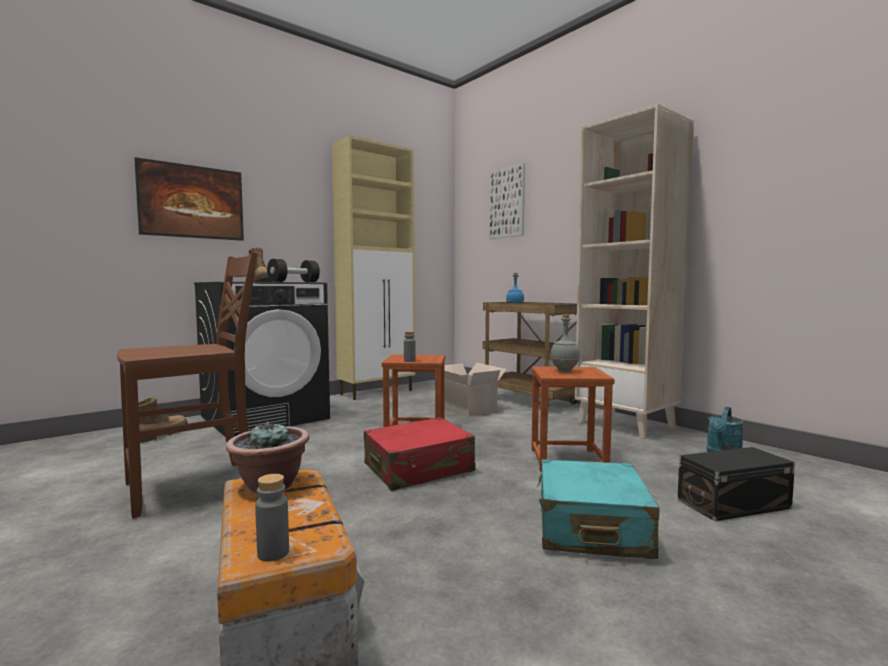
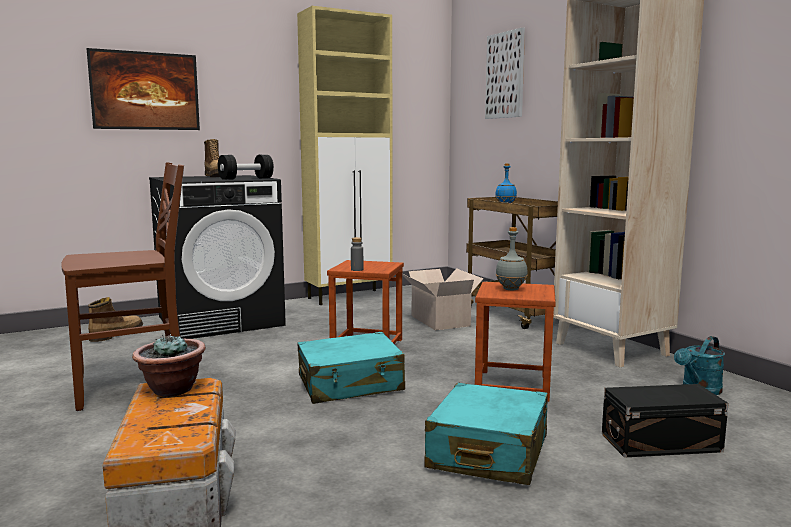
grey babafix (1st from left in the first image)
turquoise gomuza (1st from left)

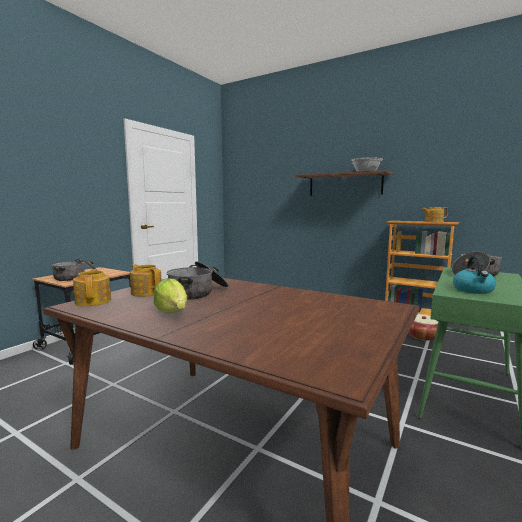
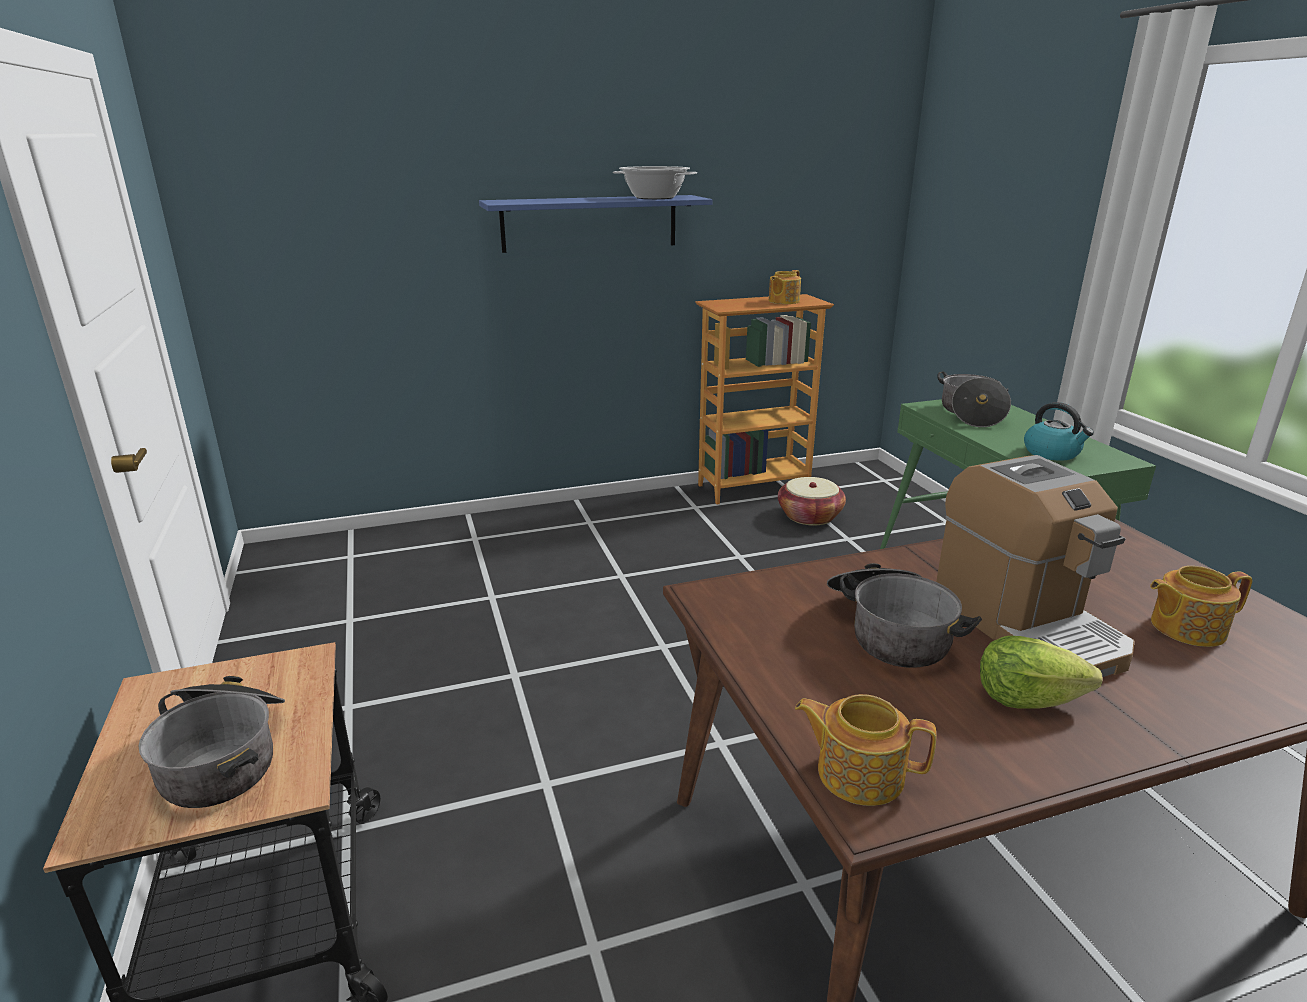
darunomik (3rd from left)
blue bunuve
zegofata

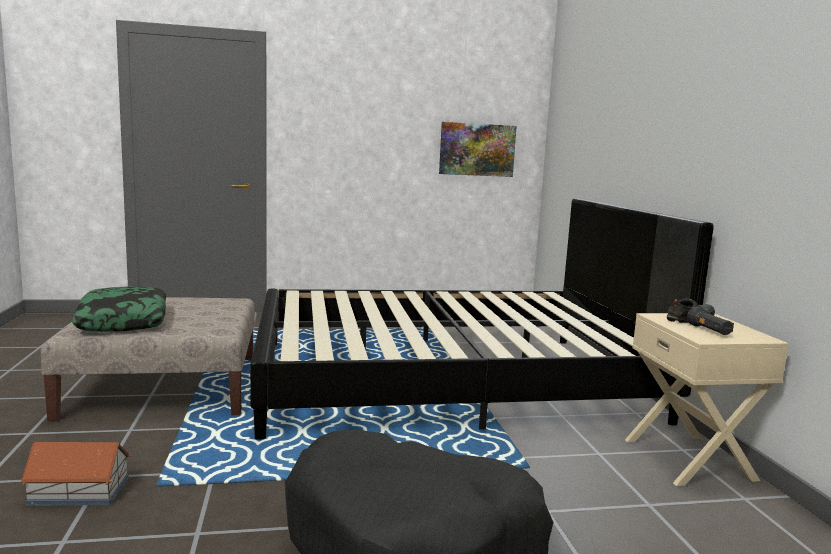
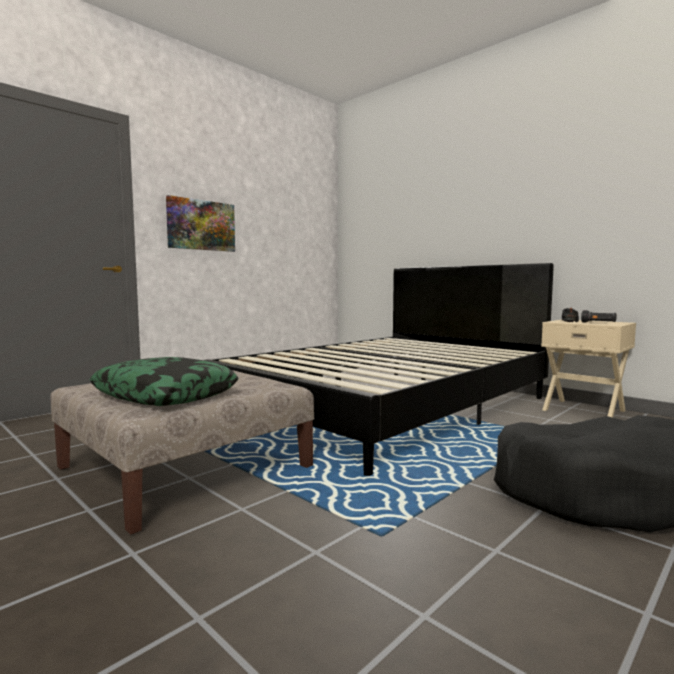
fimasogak
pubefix

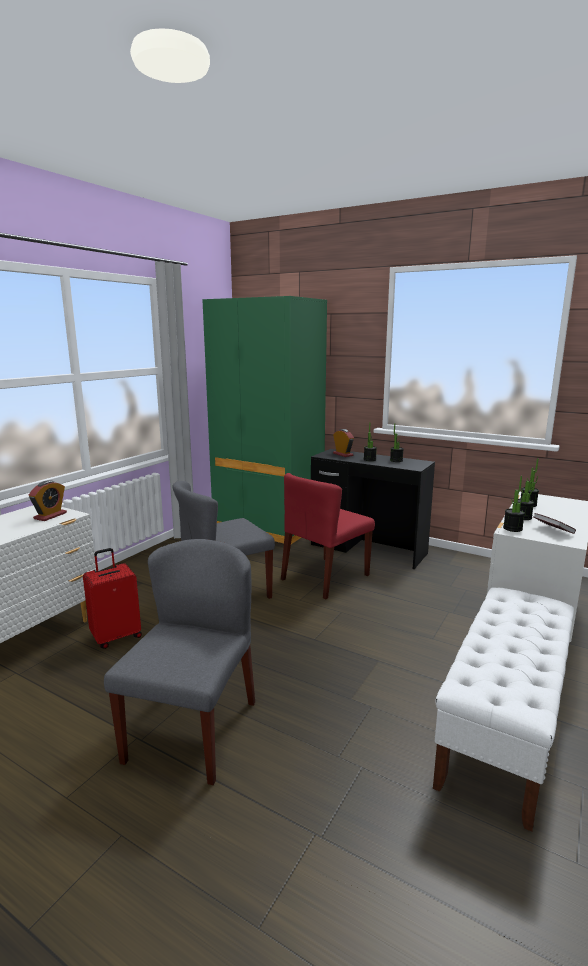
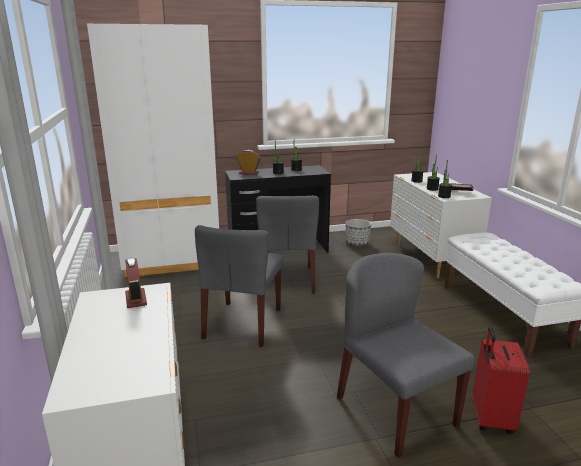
red gomuza
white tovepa
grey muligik (2nd from left)
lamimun

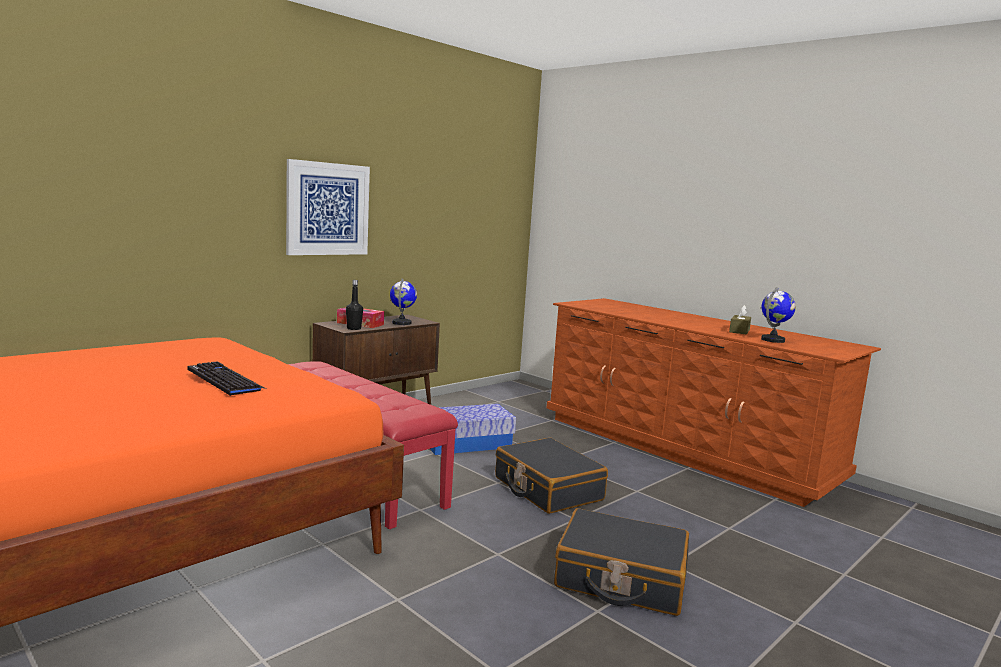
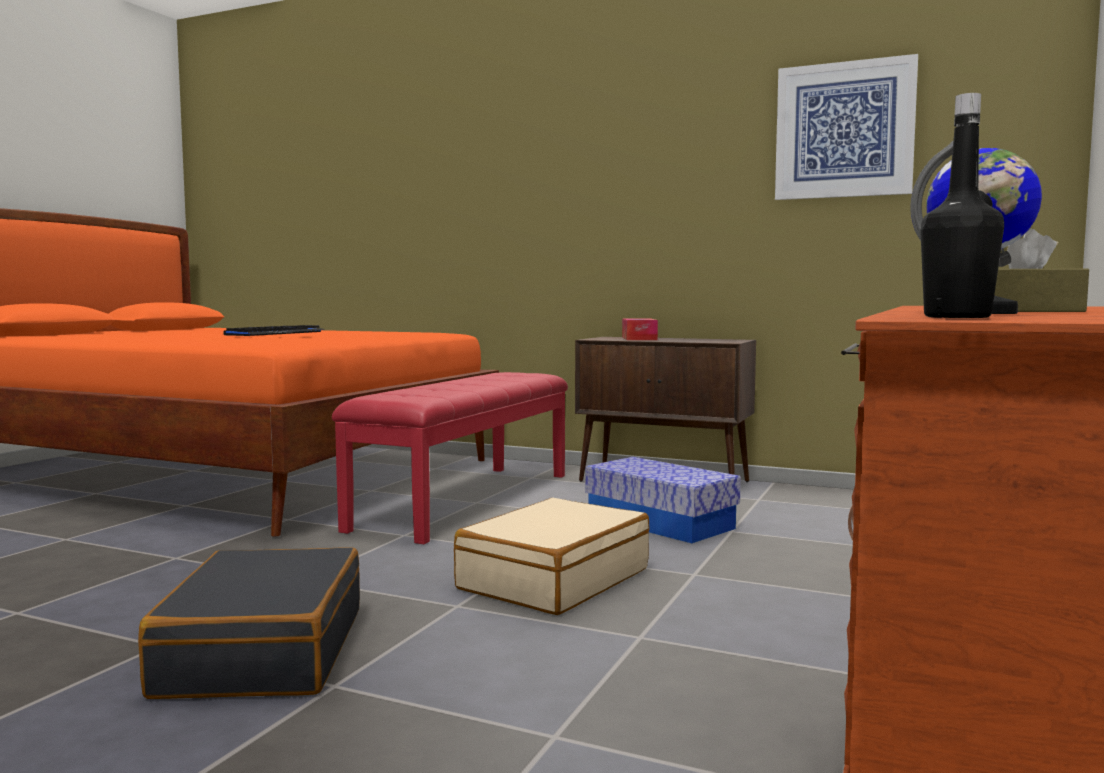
pubefix
black babafix
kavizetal (1st from left in the first image)
beige gomuza

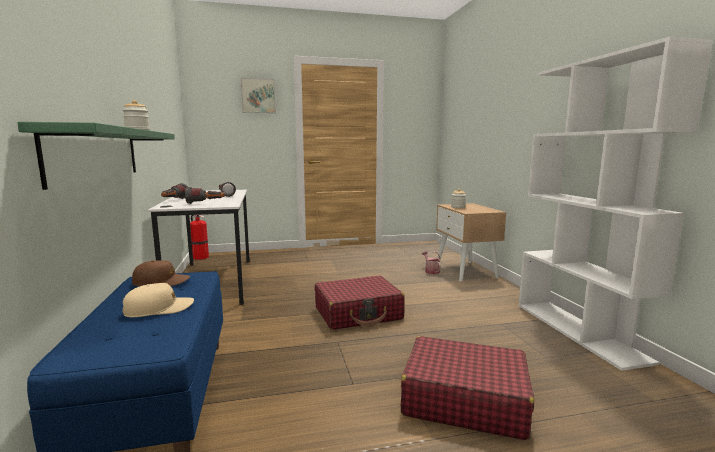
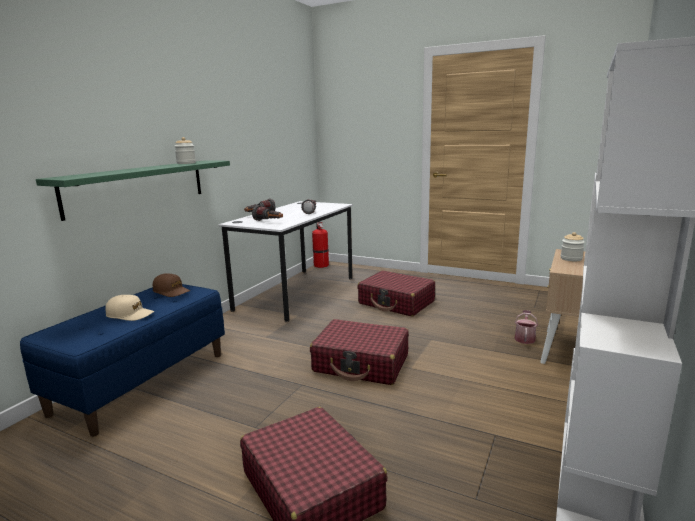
pubefix
red gomuza (3rd from left)

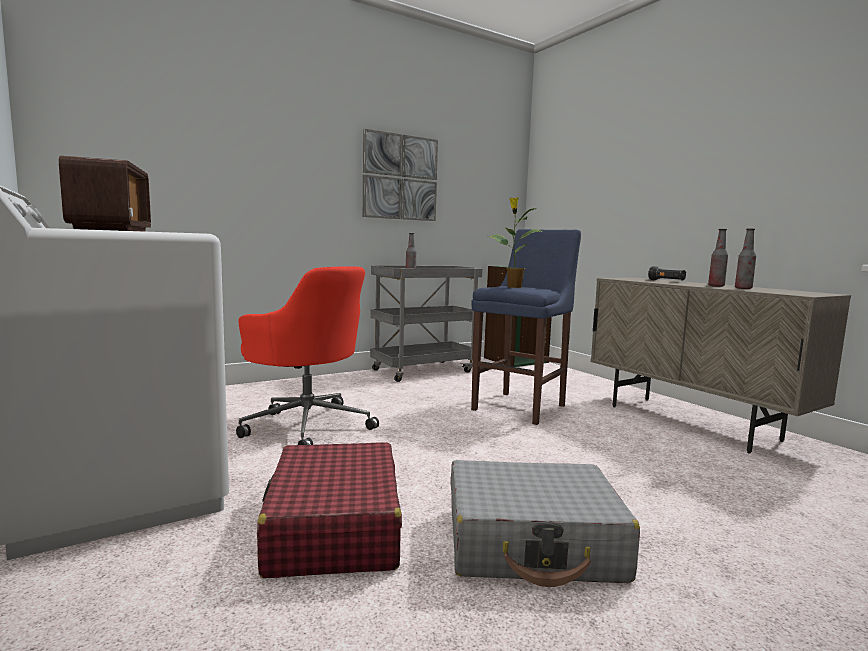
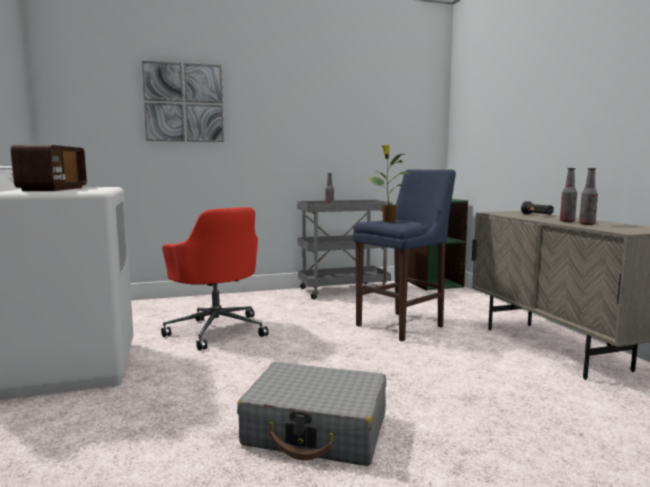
red gomuza
pubefix

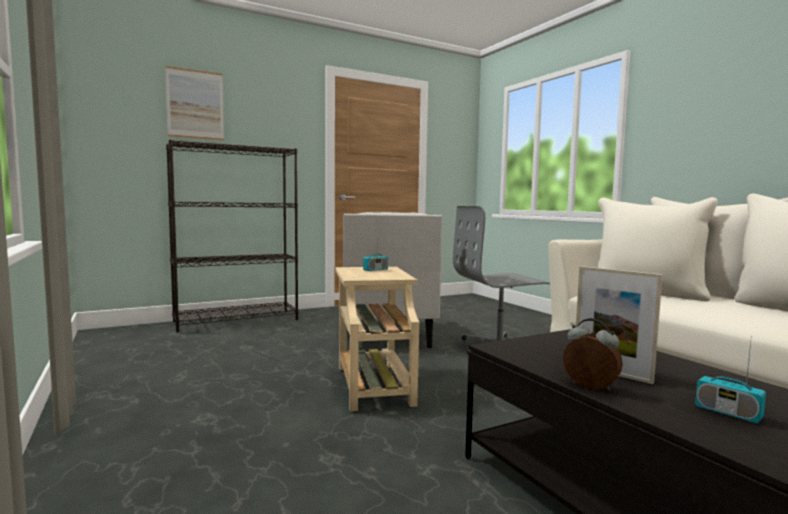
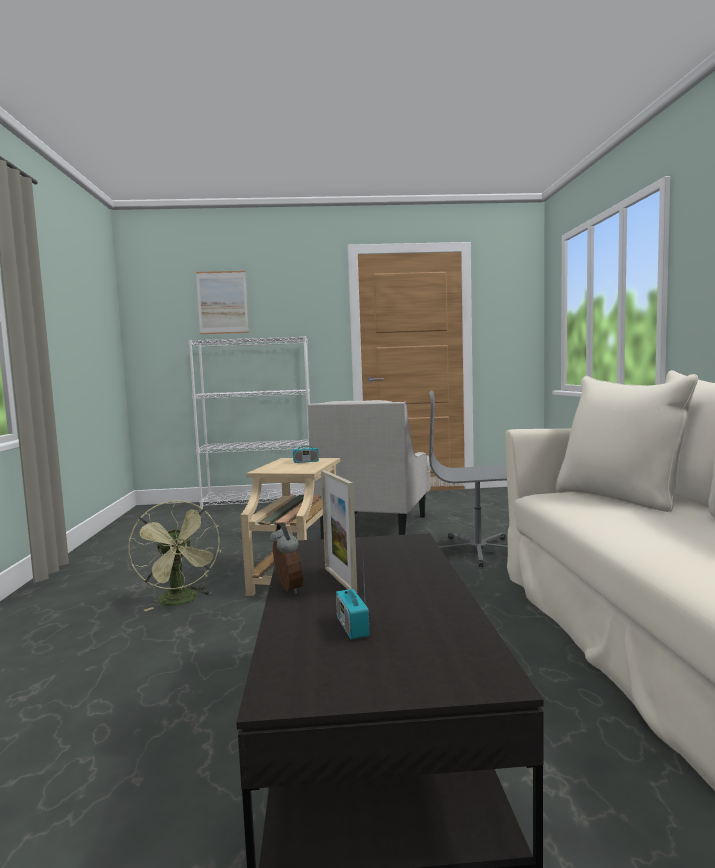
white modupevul
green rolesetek

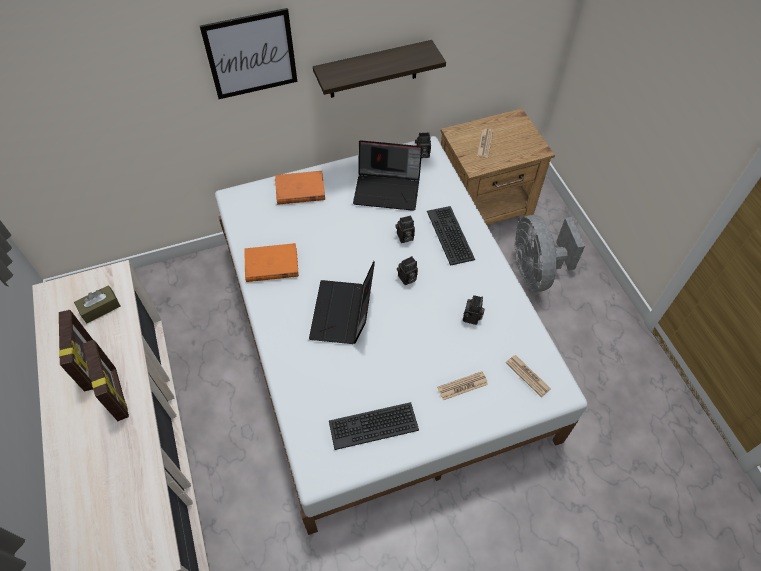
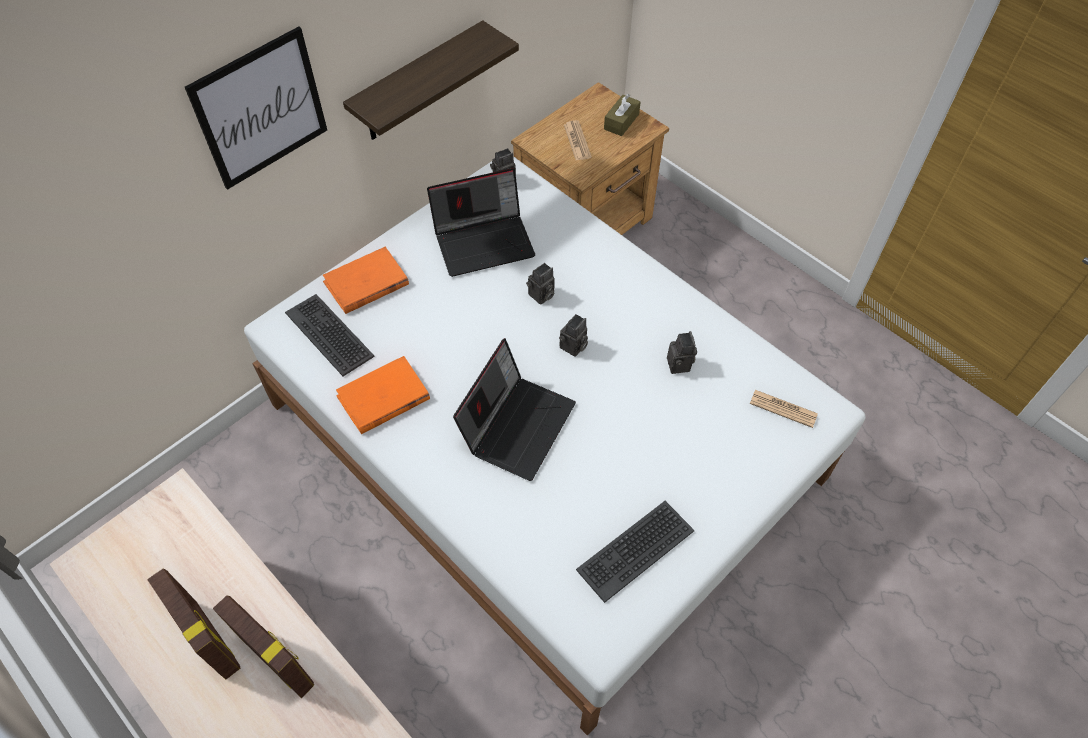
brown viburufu
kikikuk (2nd from left)
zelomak (1st from left)
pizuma (1st from left in the first image)
grey rolesetek

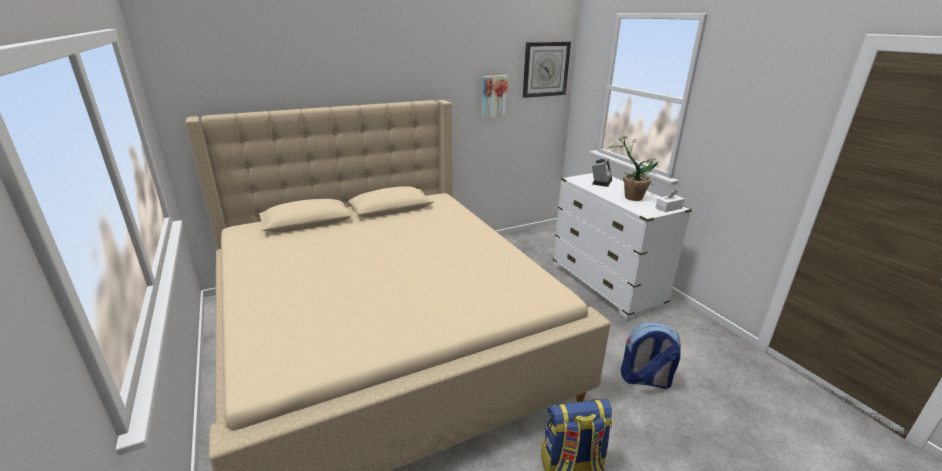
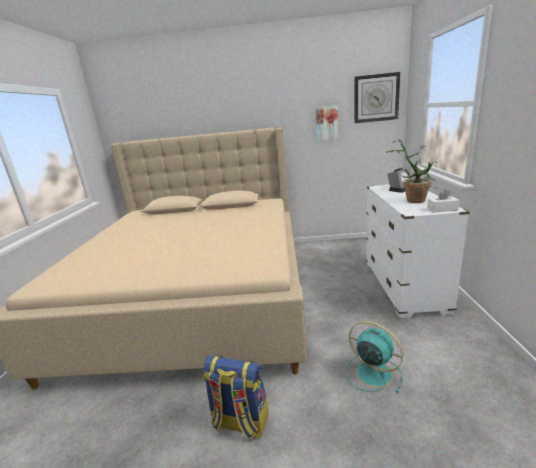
turquoise rolesetek

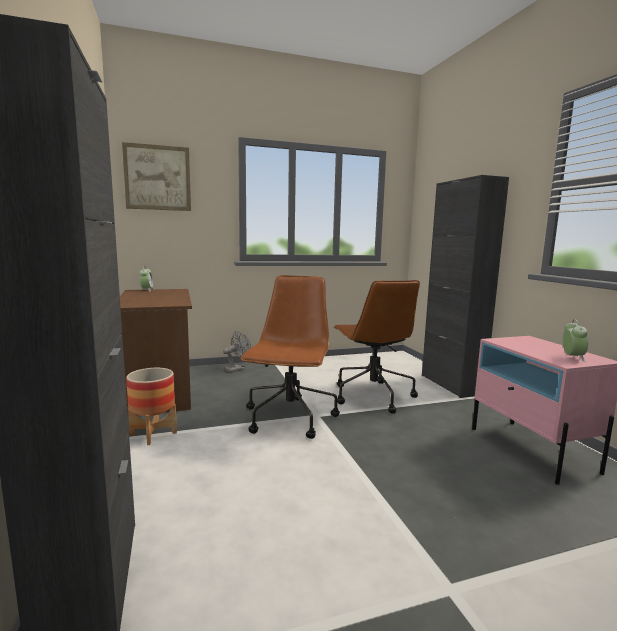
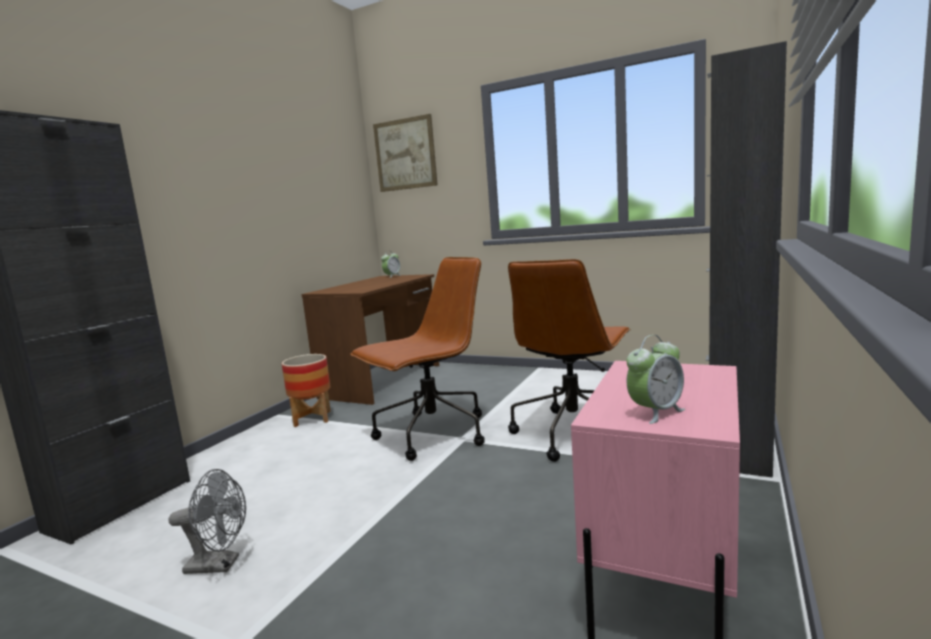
grey rolesetek

